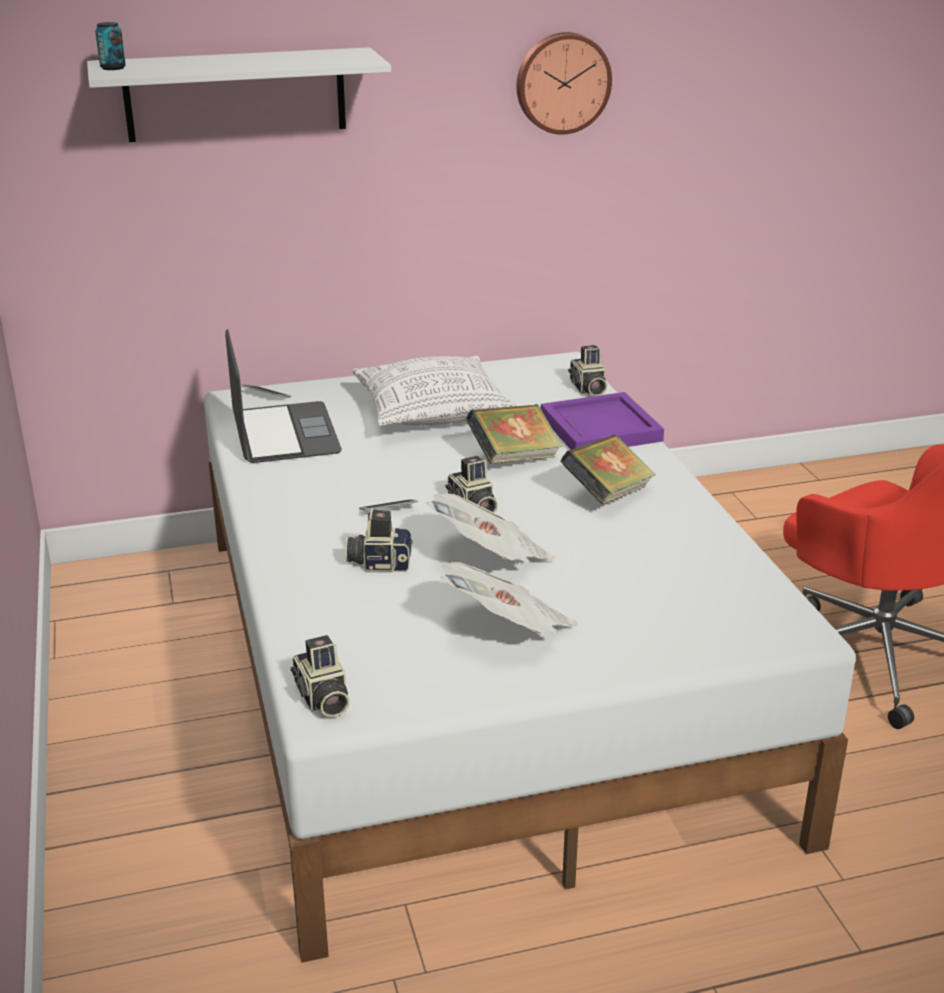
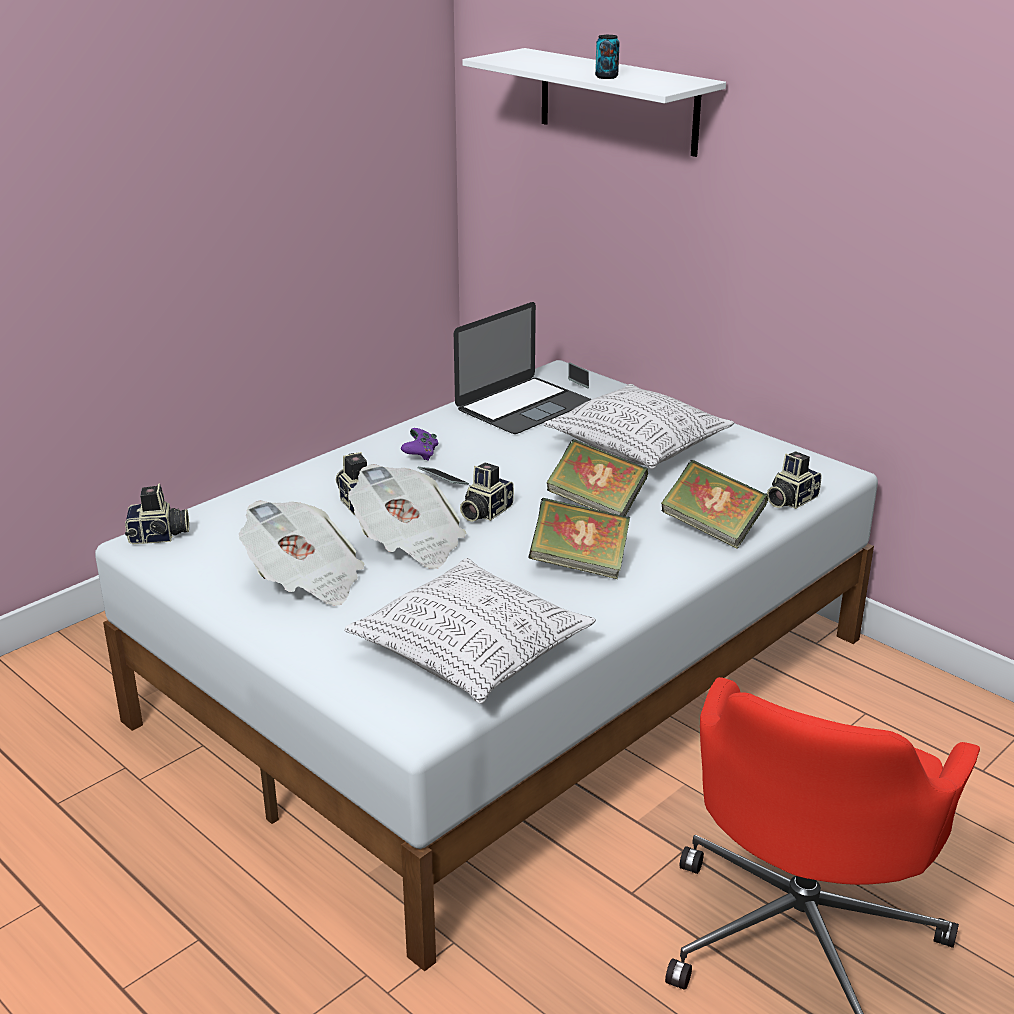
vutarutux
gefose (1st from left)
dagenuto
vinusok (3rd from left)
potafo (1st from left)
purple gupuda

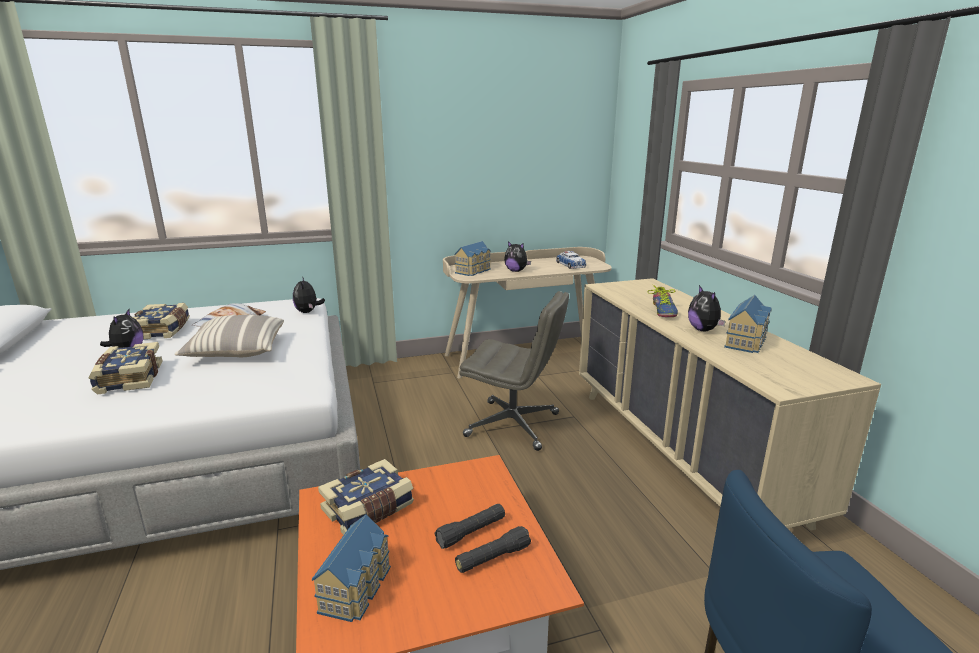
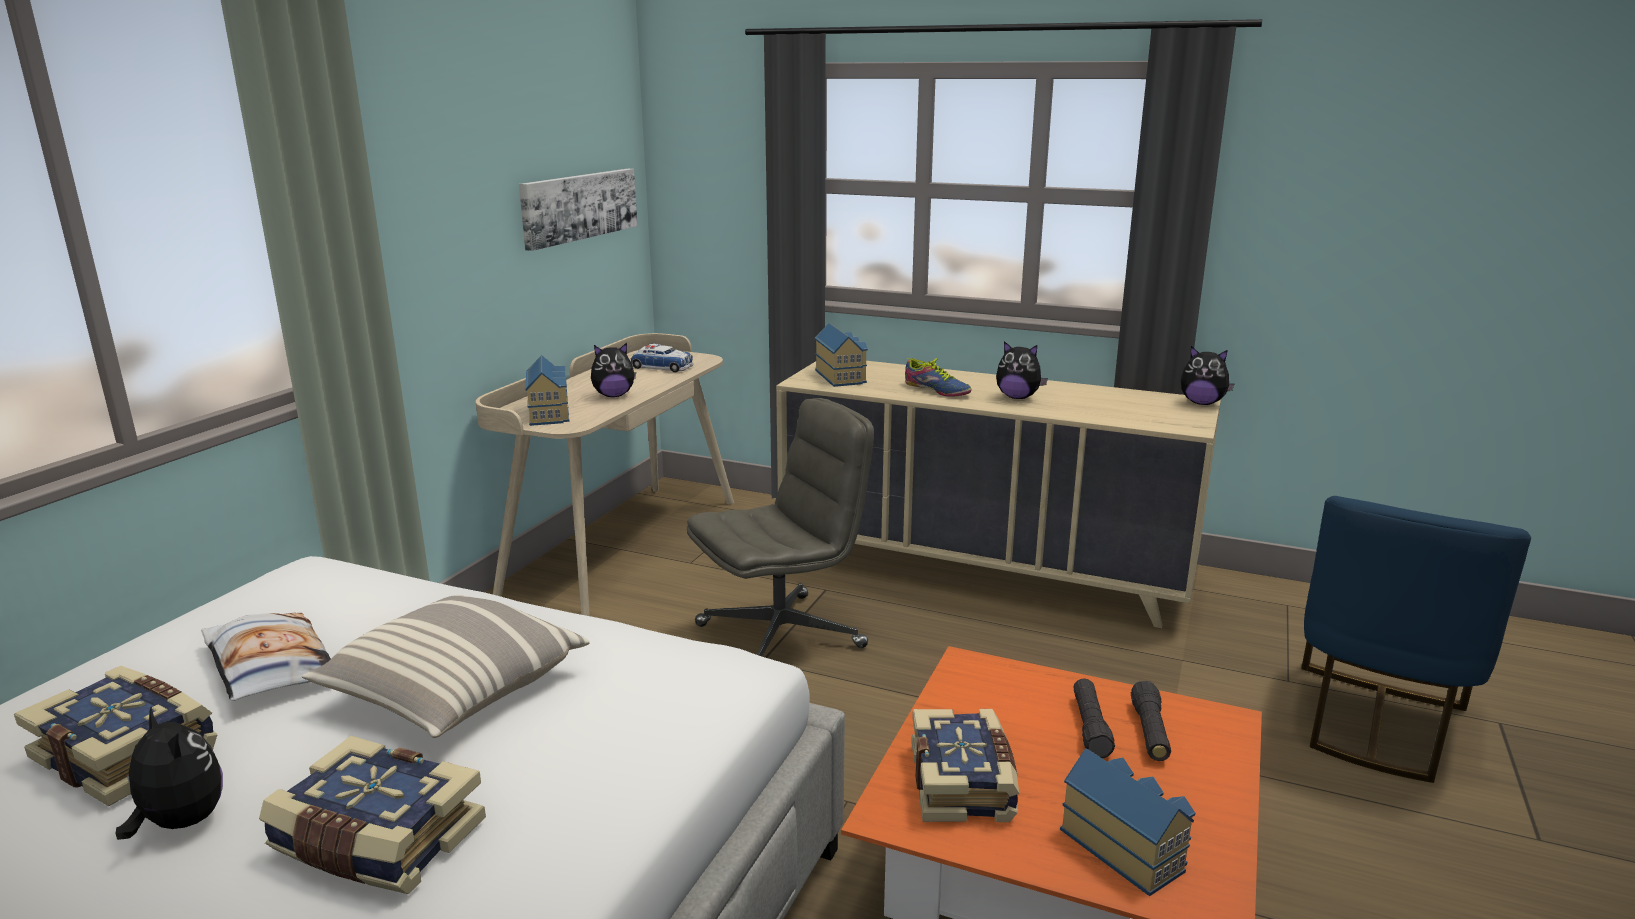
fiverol (4th from left)
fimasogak (2nd from left)
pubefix

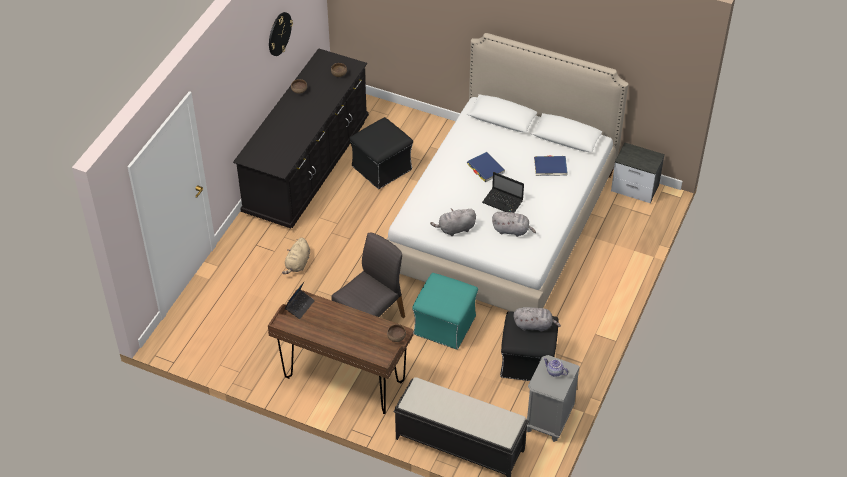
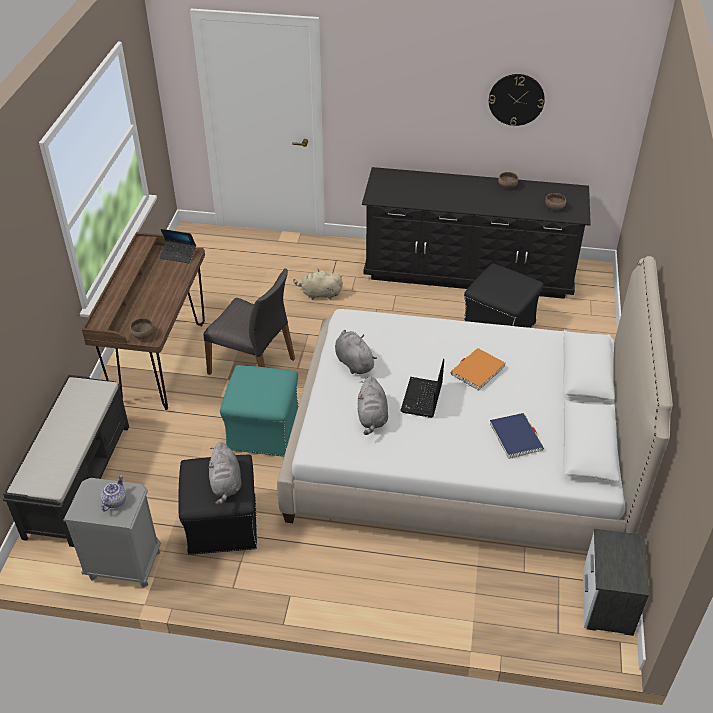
orange vinusok

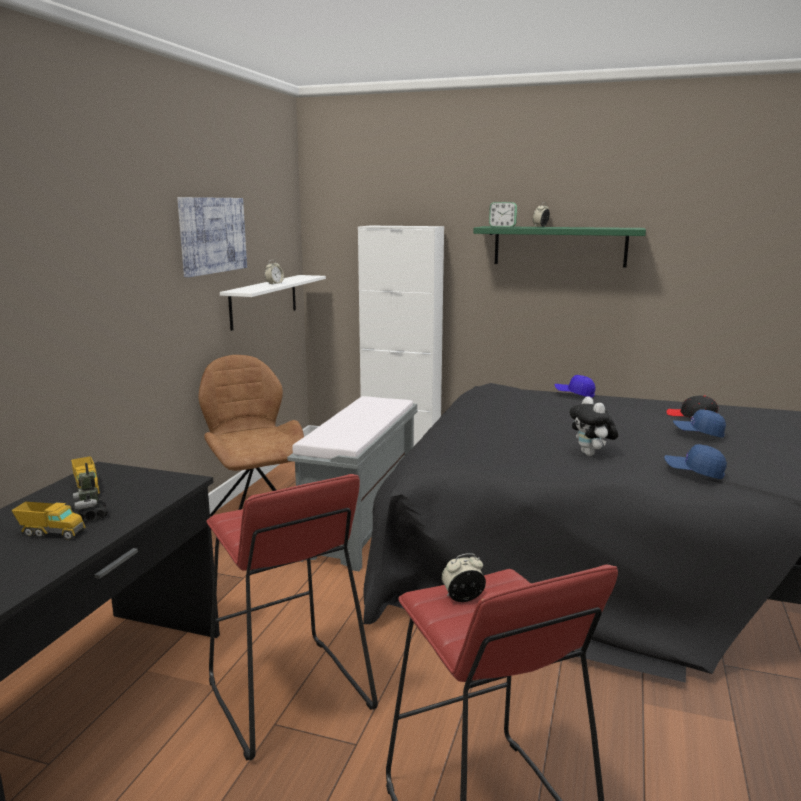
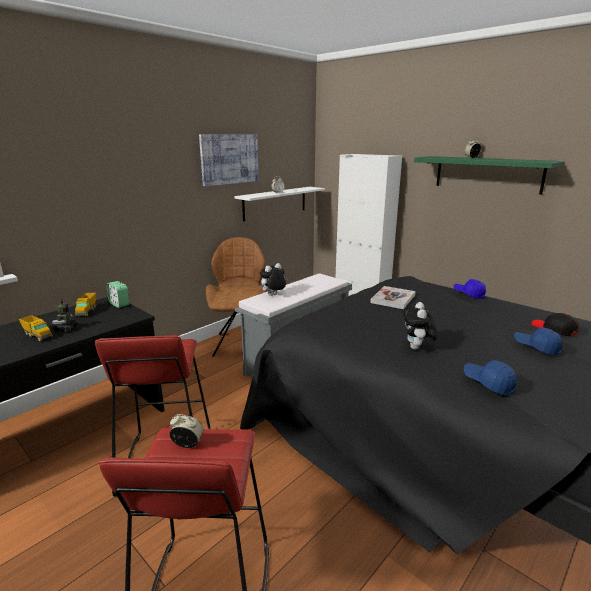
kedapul (1st from left)
fiverol (1st from left)
vinusok

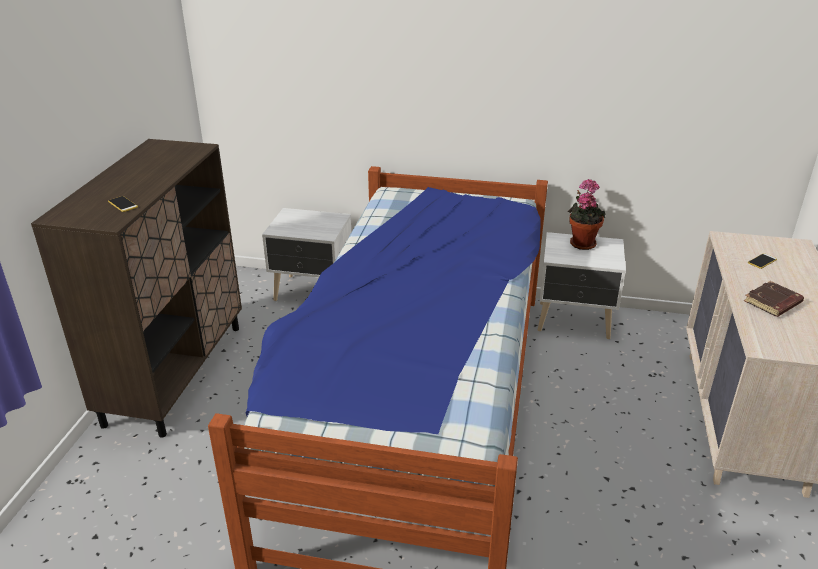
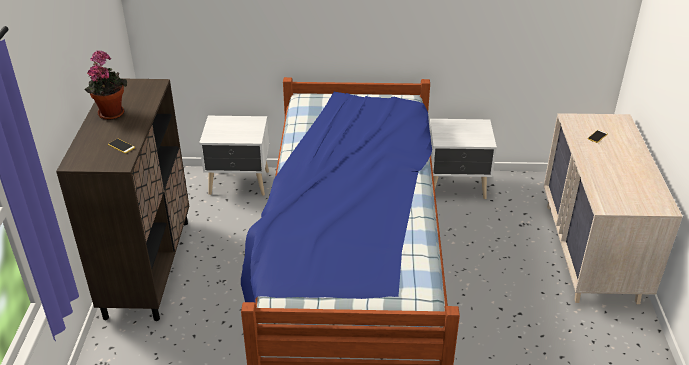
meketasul
brown vinusok

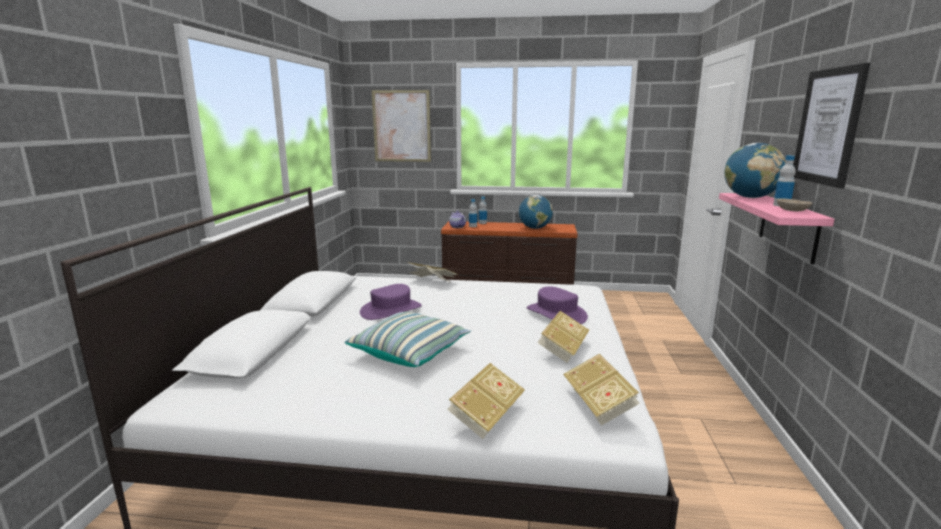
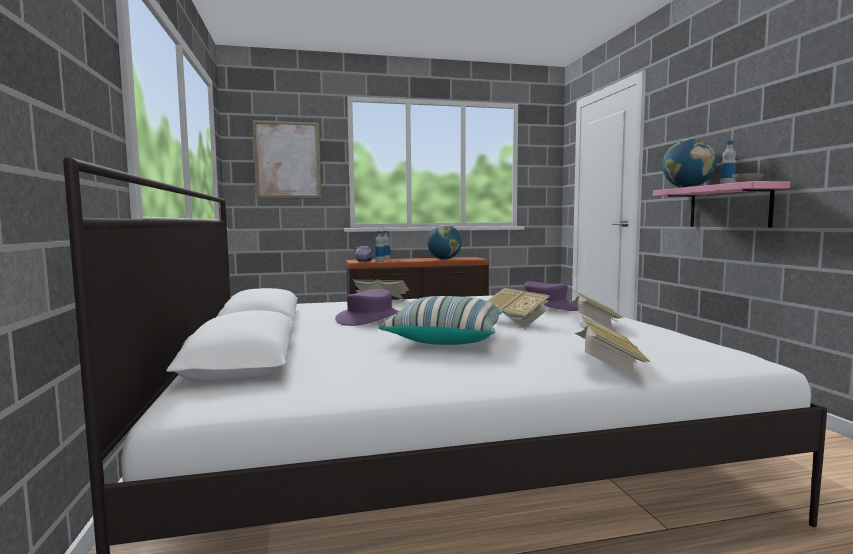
vinusok (2nd from left)
pubefix (2nd from left in the first image)

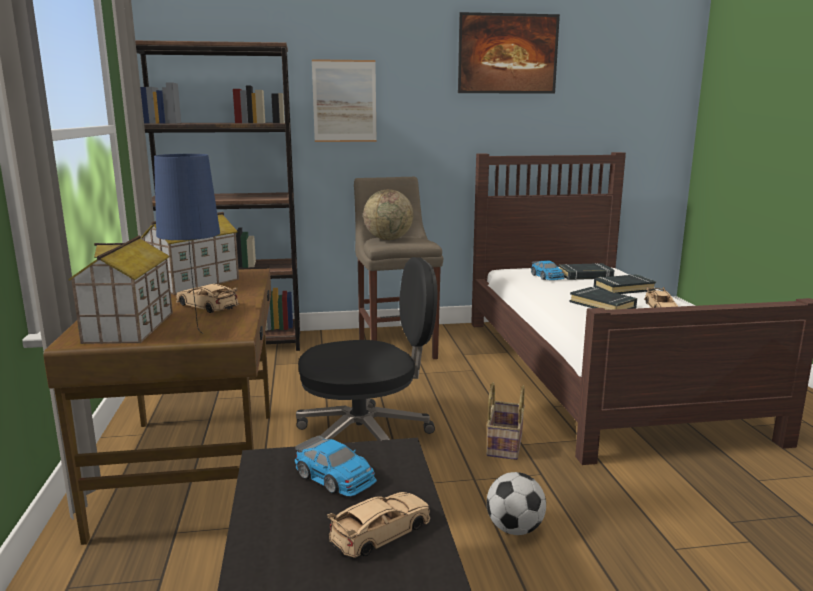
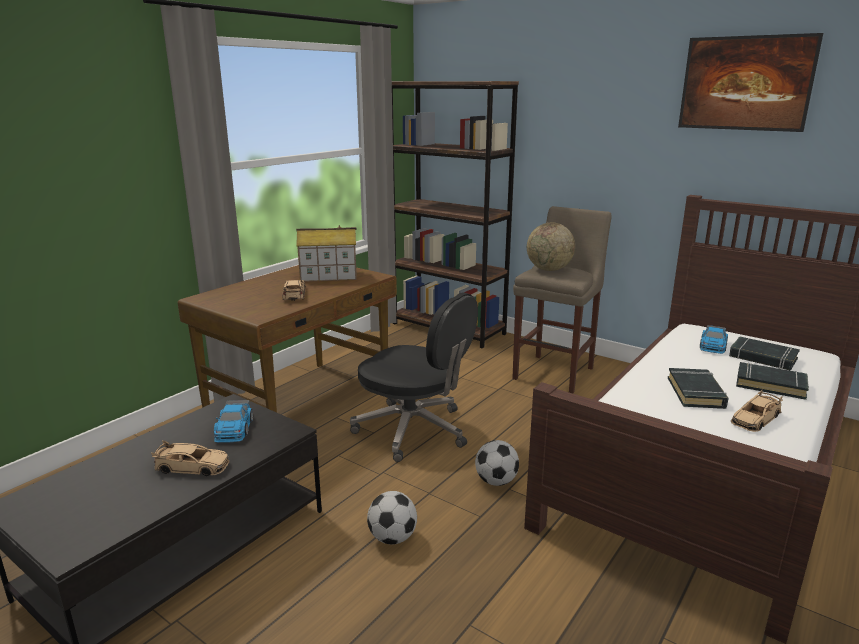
fimasogak (1st from left in the first image)
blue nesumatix
pubefix (1st from left in the first image)
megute (2nd from left)

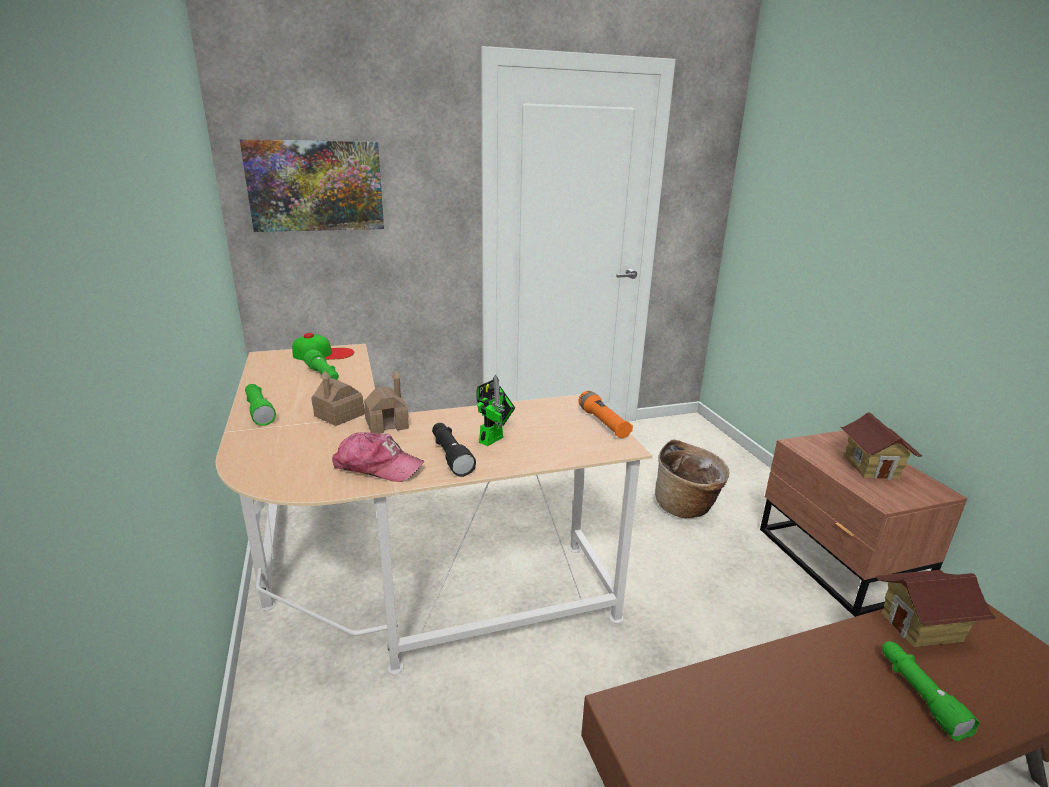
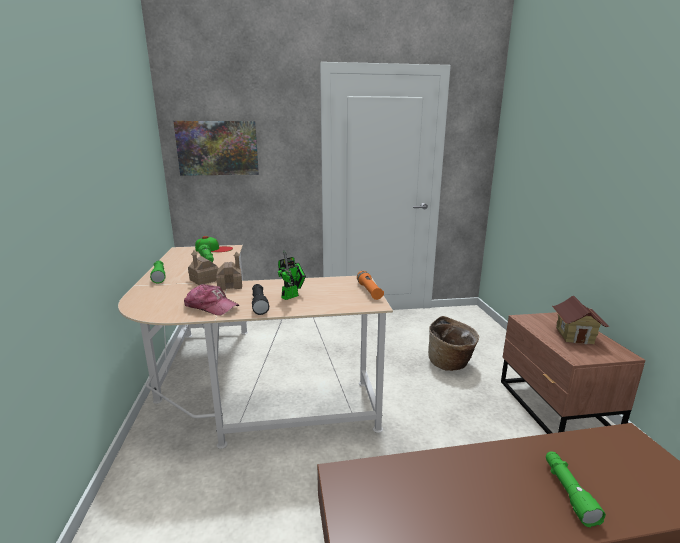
fimasogak (4th from left in the first image)

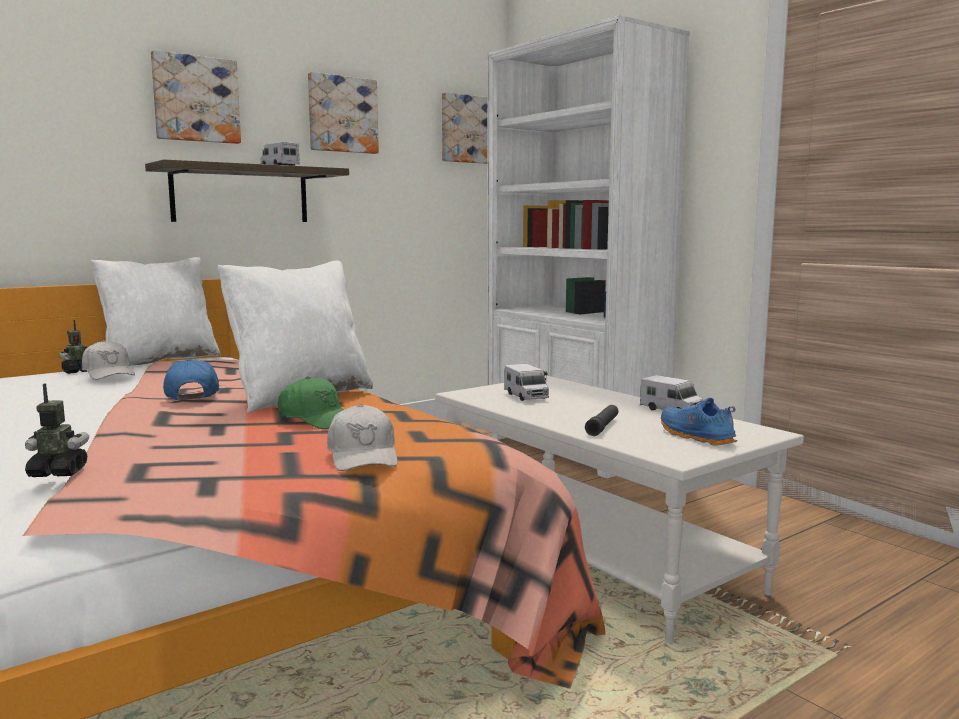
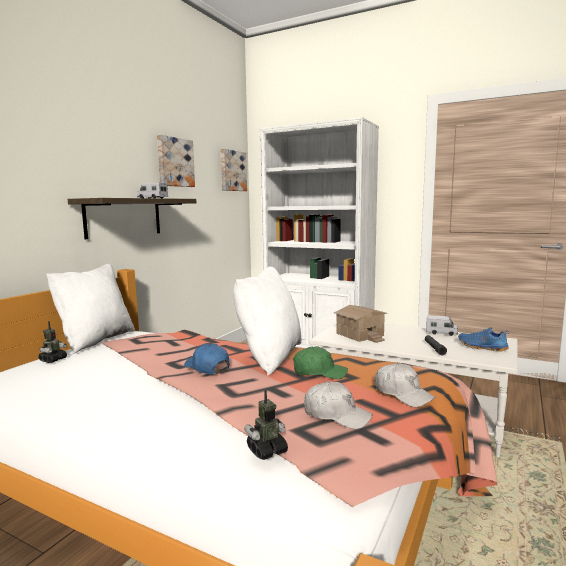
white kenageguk (1st from left)
pubefix (1st from left in the first image)
fimasogak

